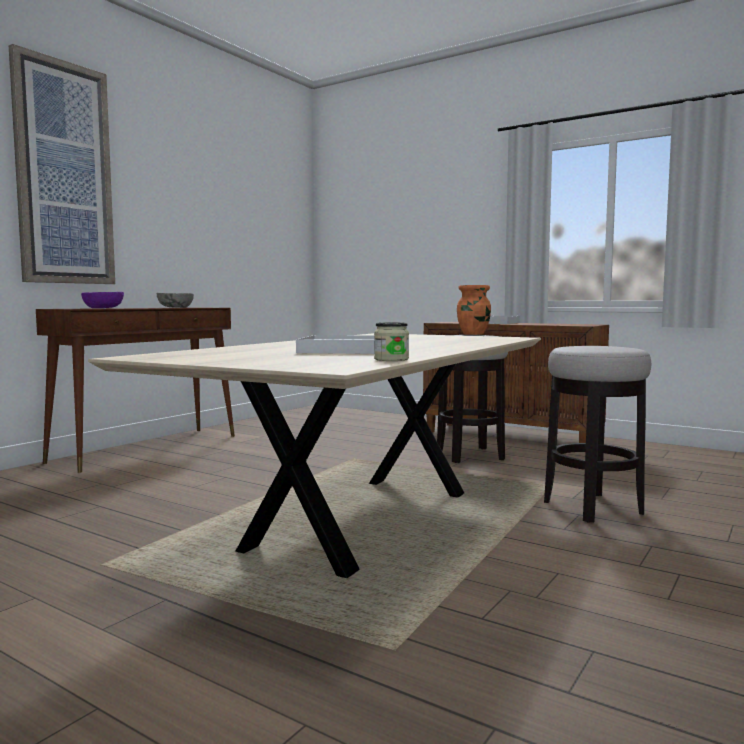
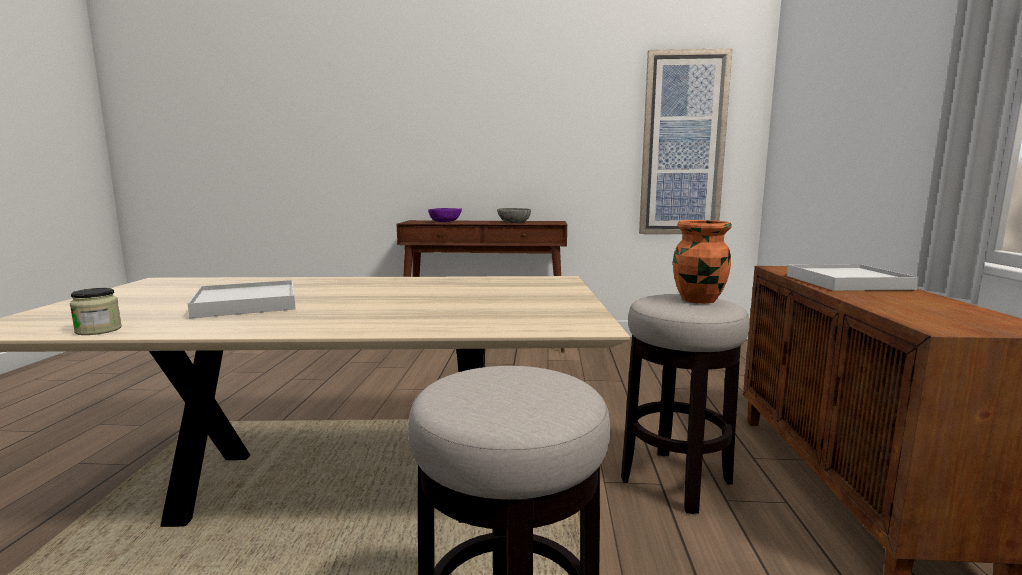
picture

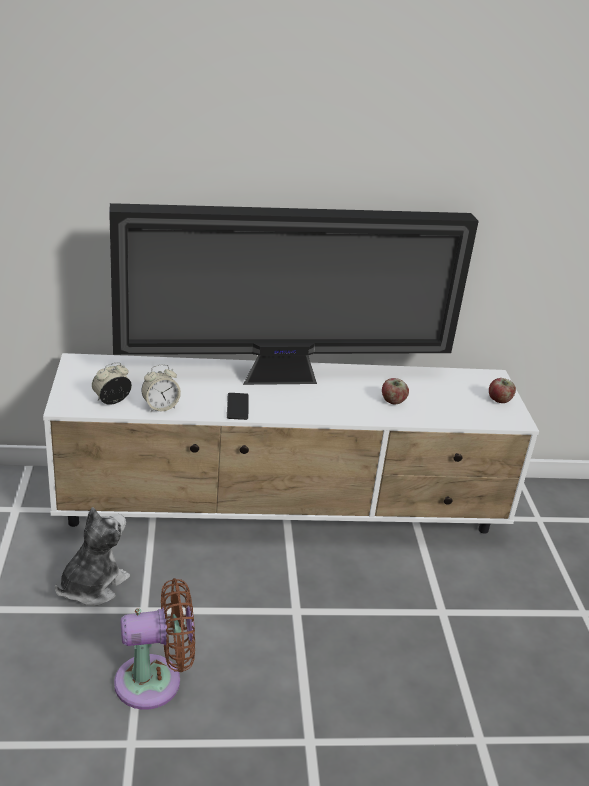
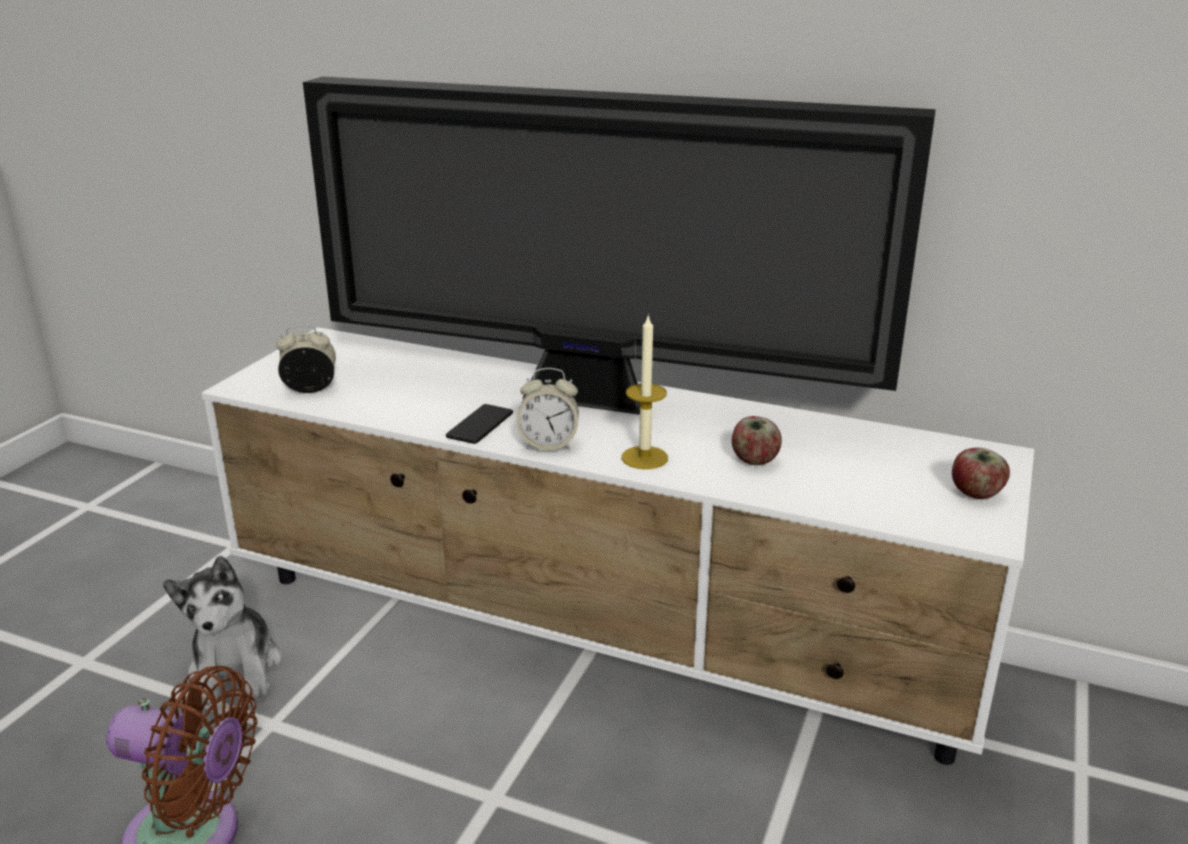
plush toy; alarm clock (no. 2 from left); candle

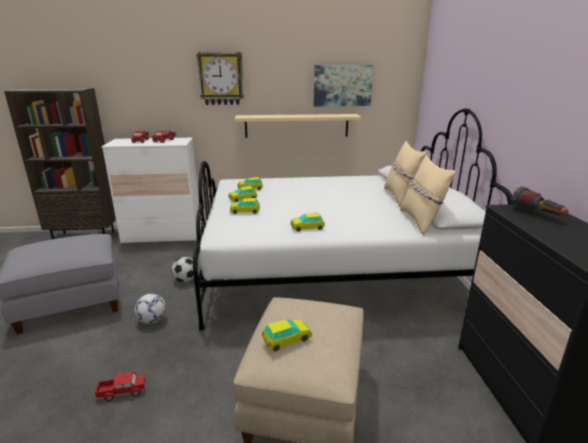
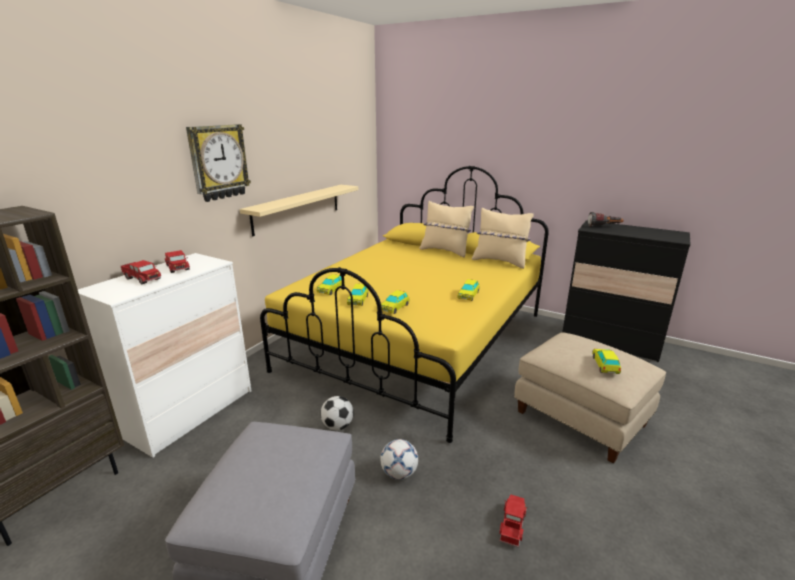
yellow bed; picture

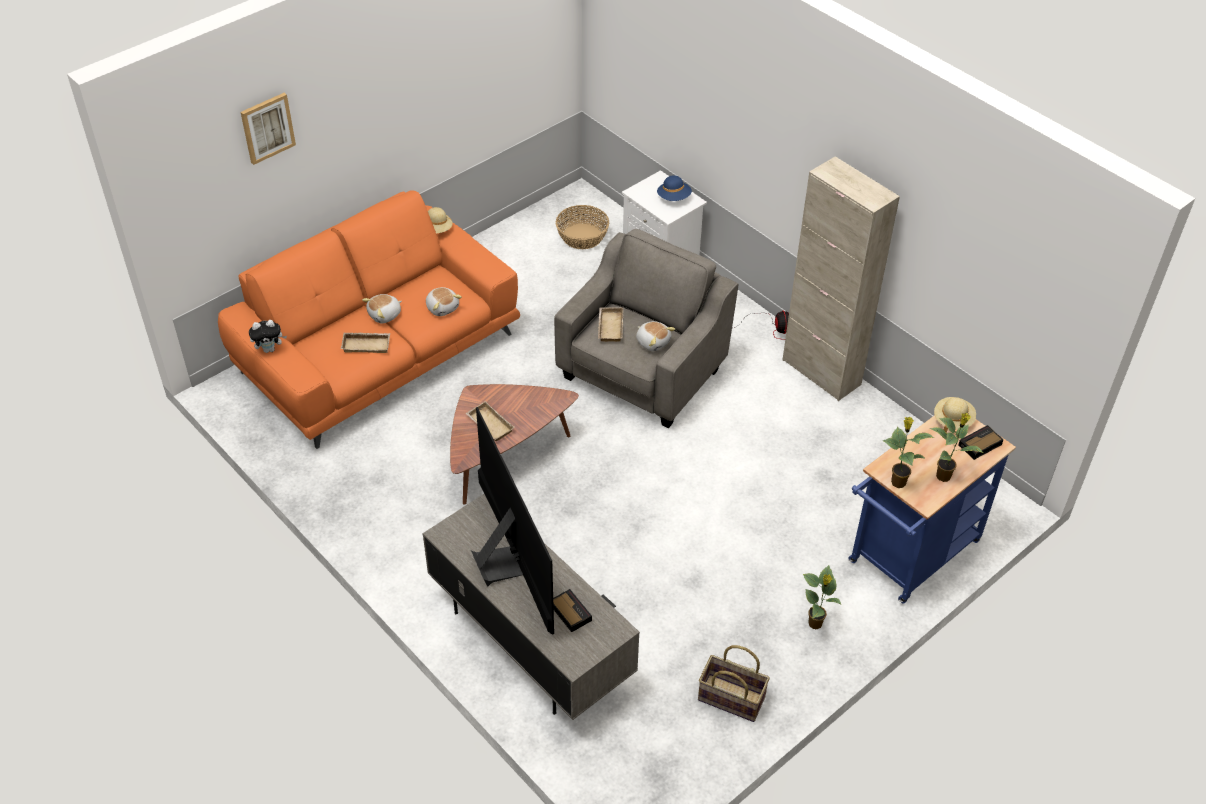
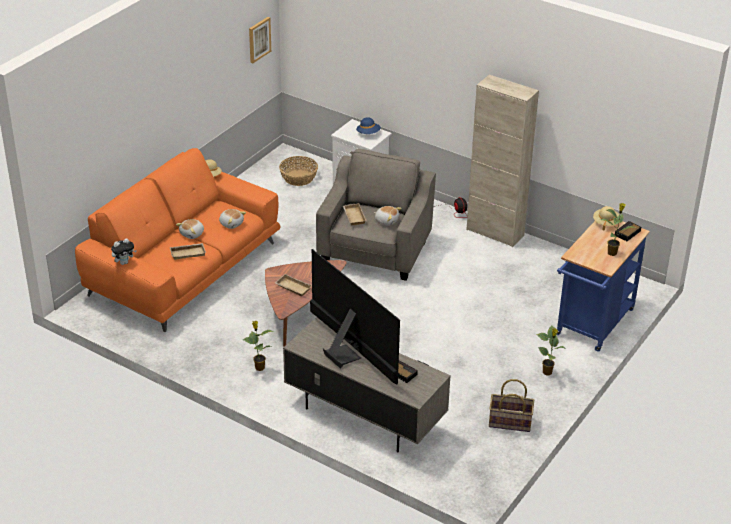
picture; potted plant (no. 1 from left)

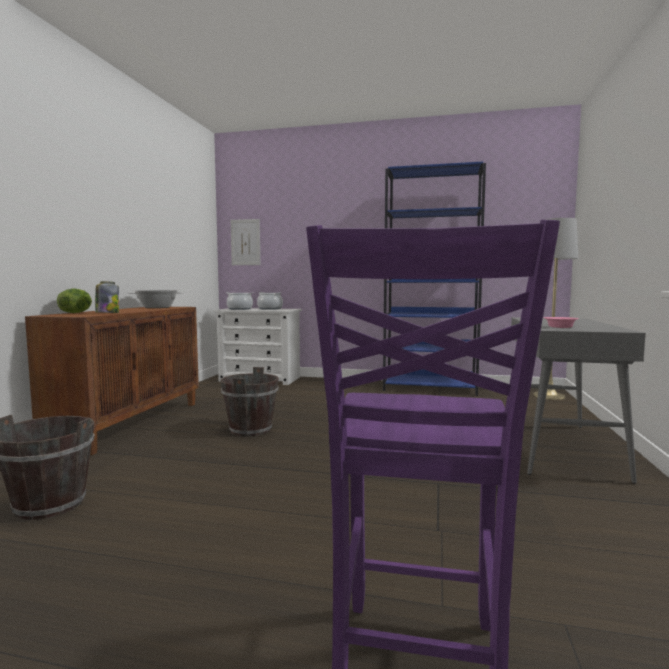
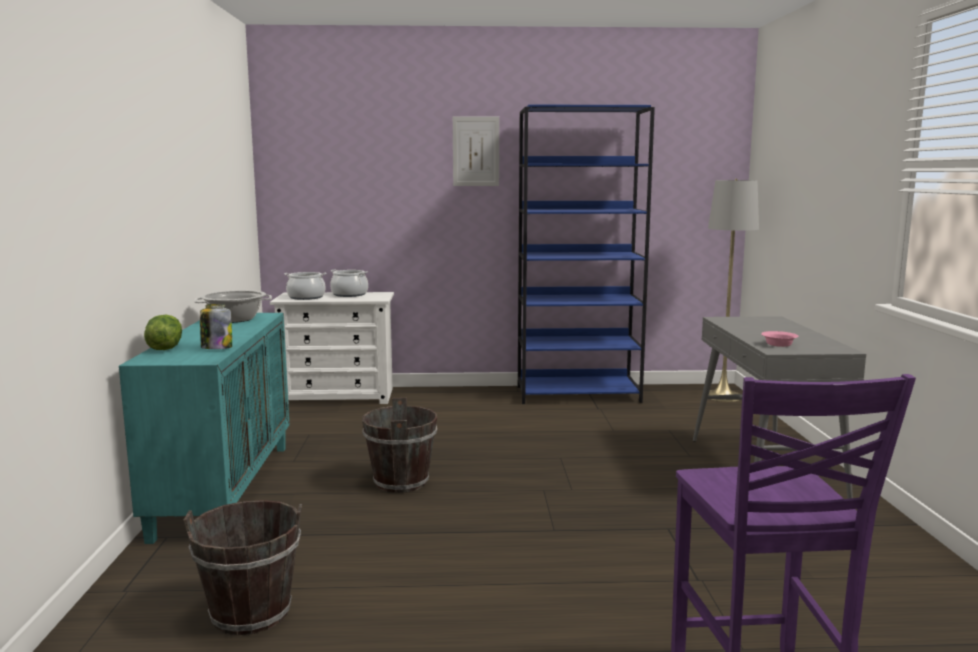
turquoise cabinet; picture

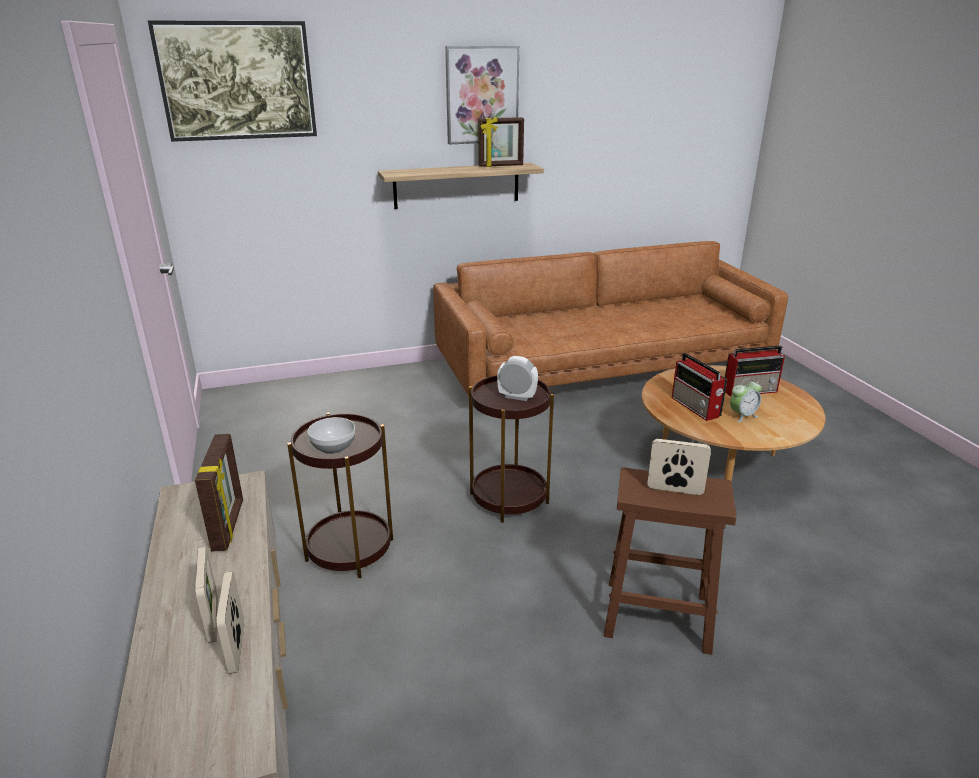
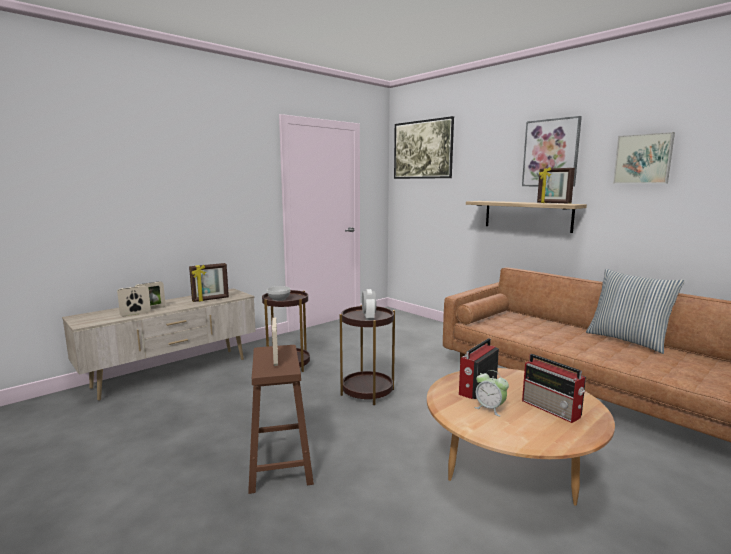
pillow; picture (no. 3 from left)

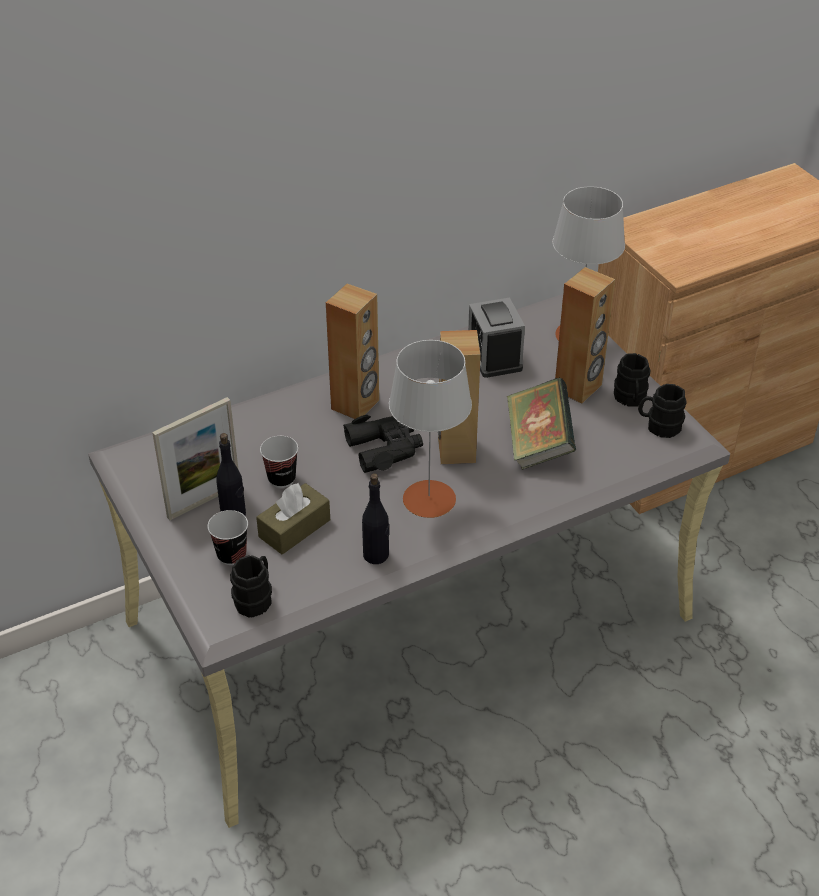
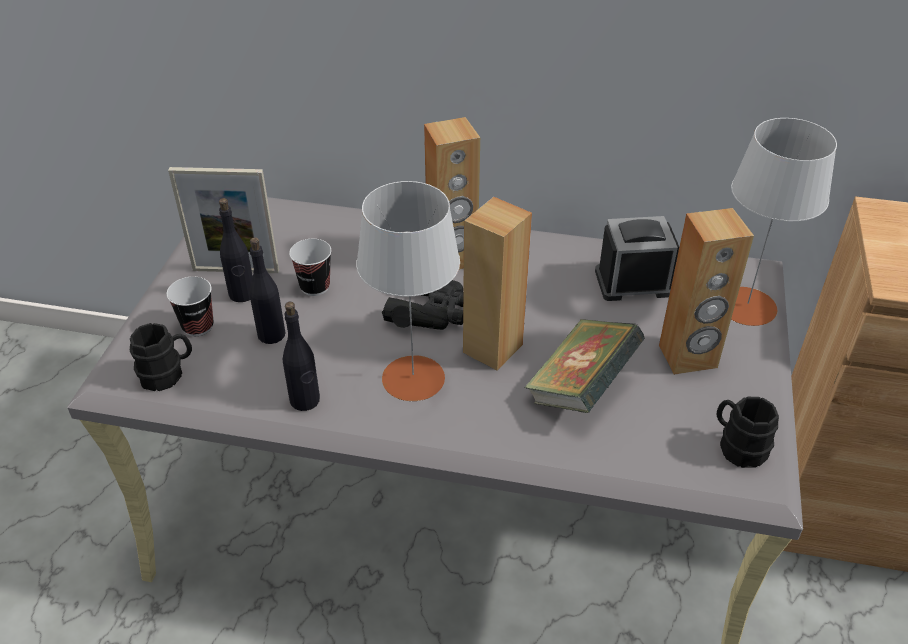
black bottle (no. 2 from left); alarm clock; black mug (no. 2 from left in the first image)

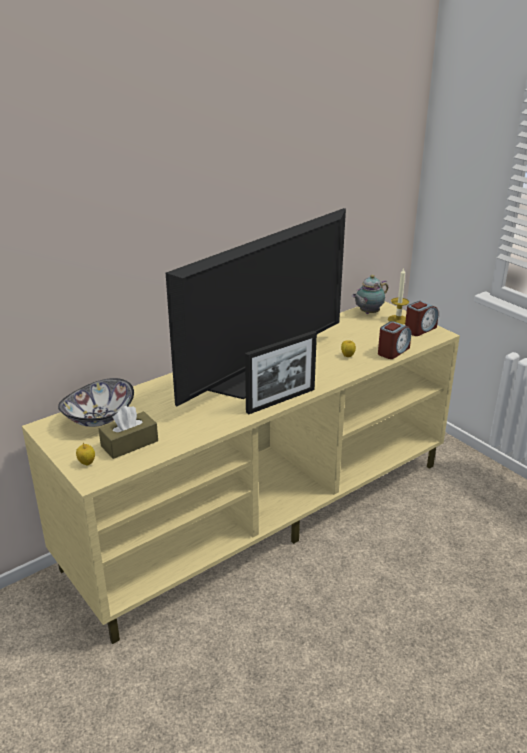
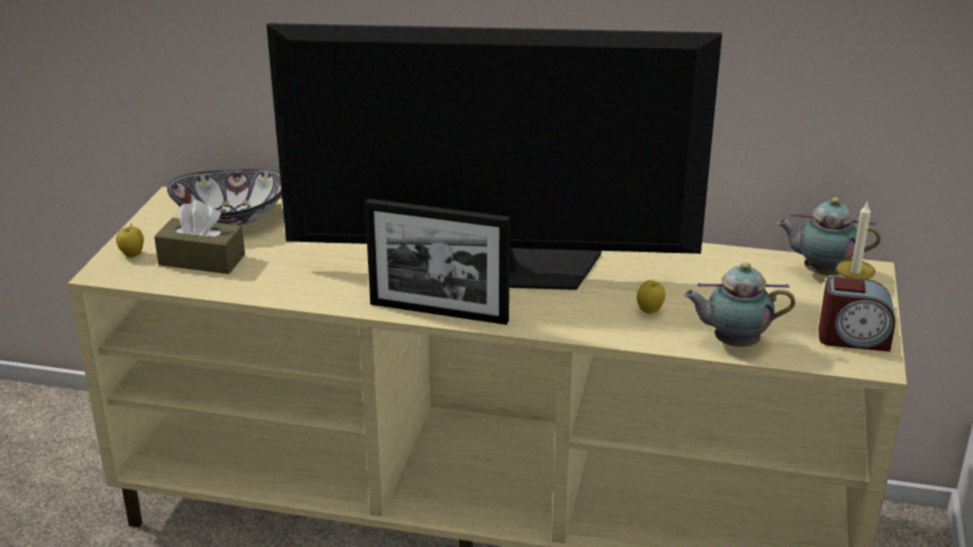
teapot (no. 1 from left)

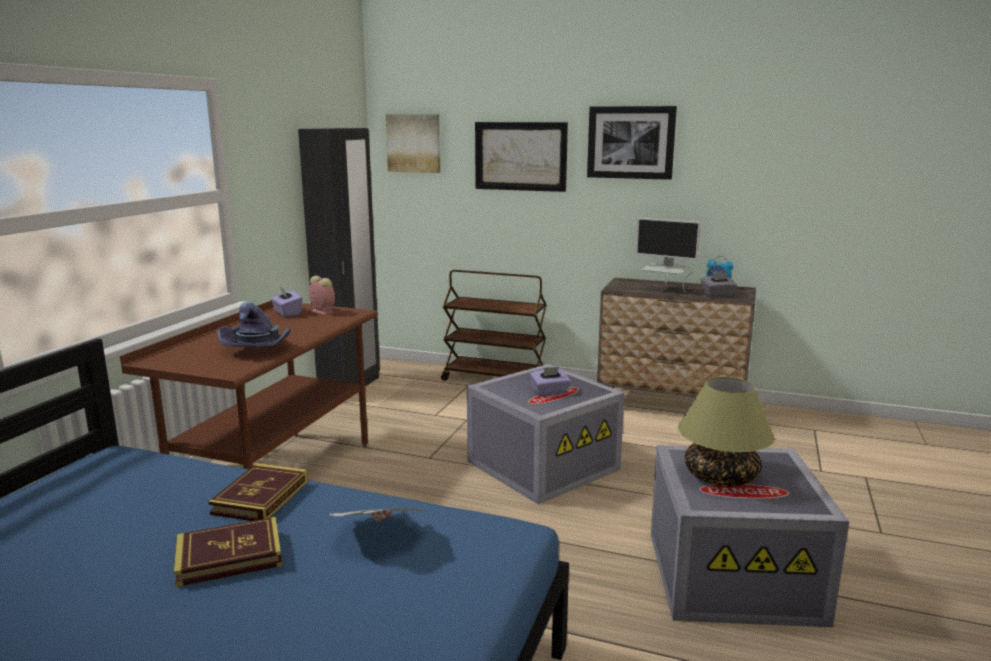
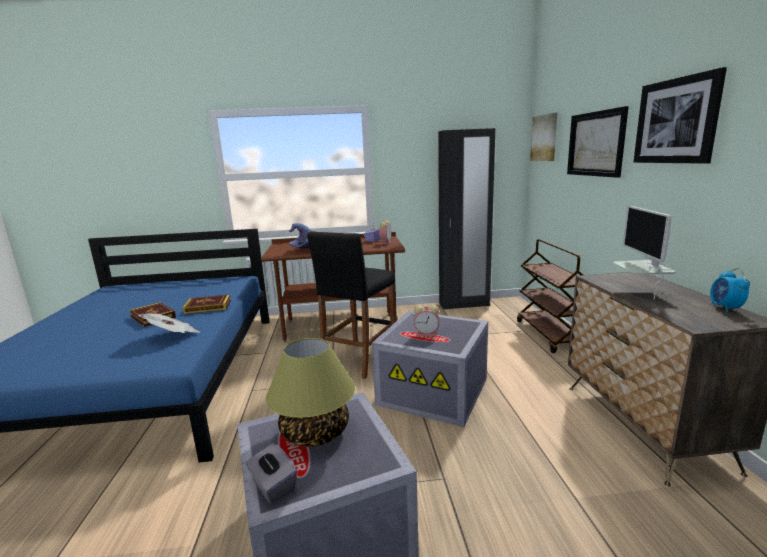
alarm clock (no. 2 from left); grey tissue box; black stool

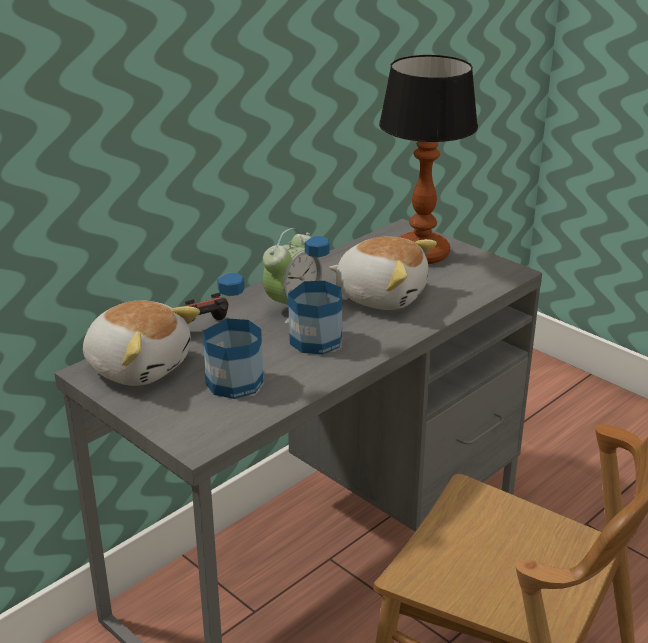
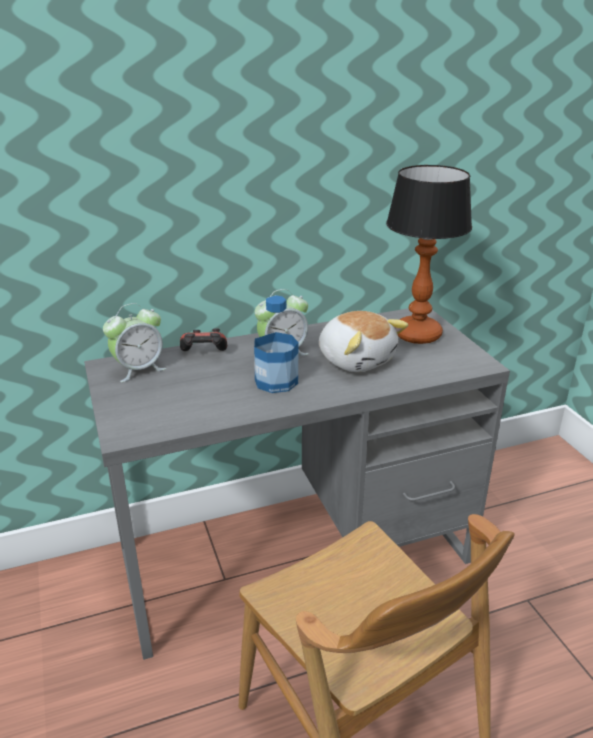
alarm clock (no. 1 from left); bottle (no. 1 from left in the first image)

